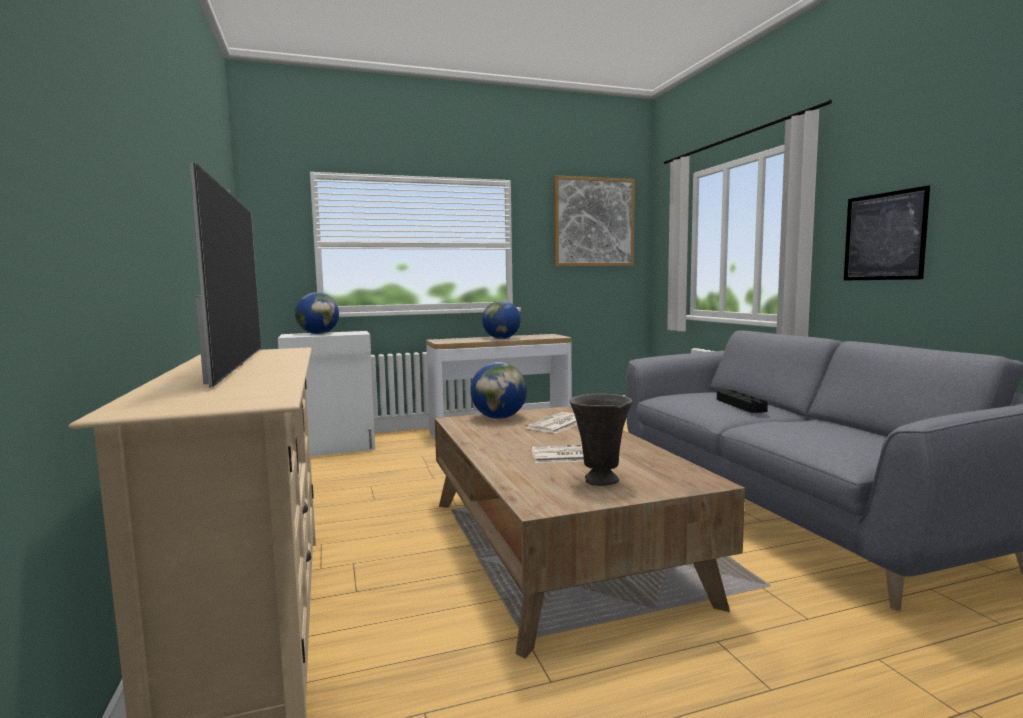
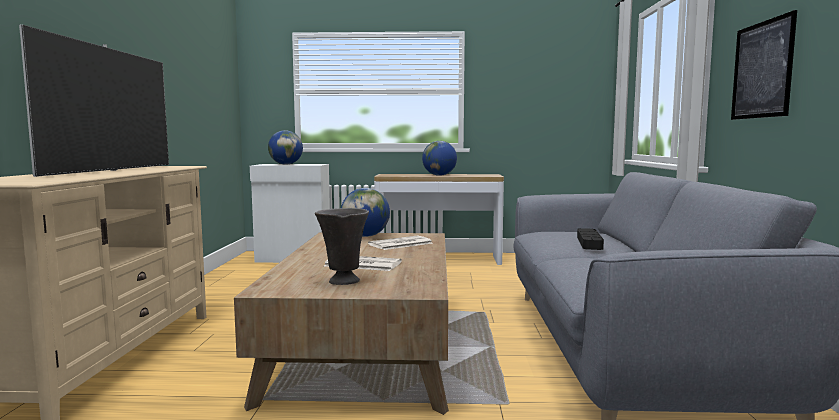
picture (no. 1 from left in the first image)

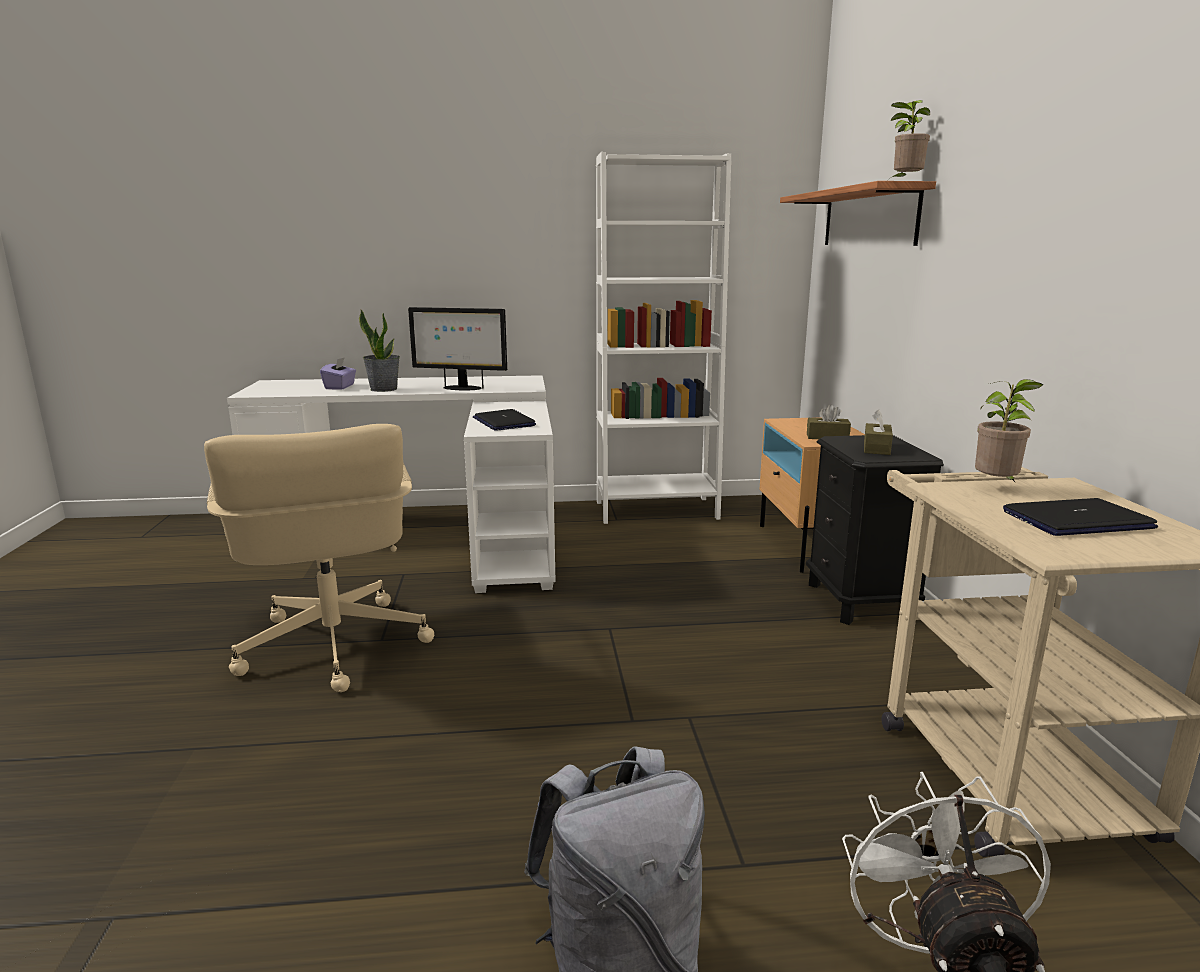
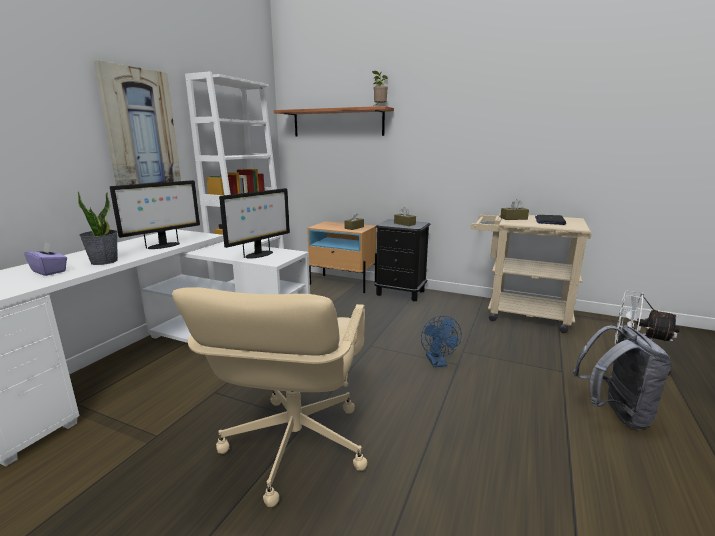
beige office chair; monitor (no. 2 from left); brown tissue box (no. 3 from left); picture; blue fan

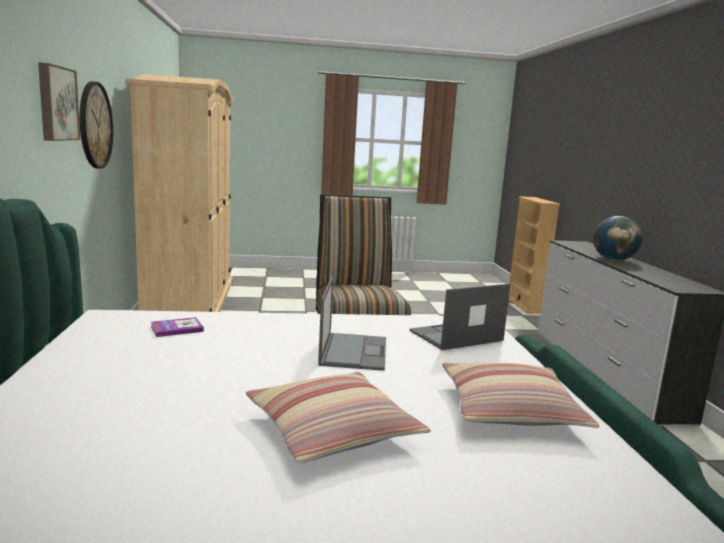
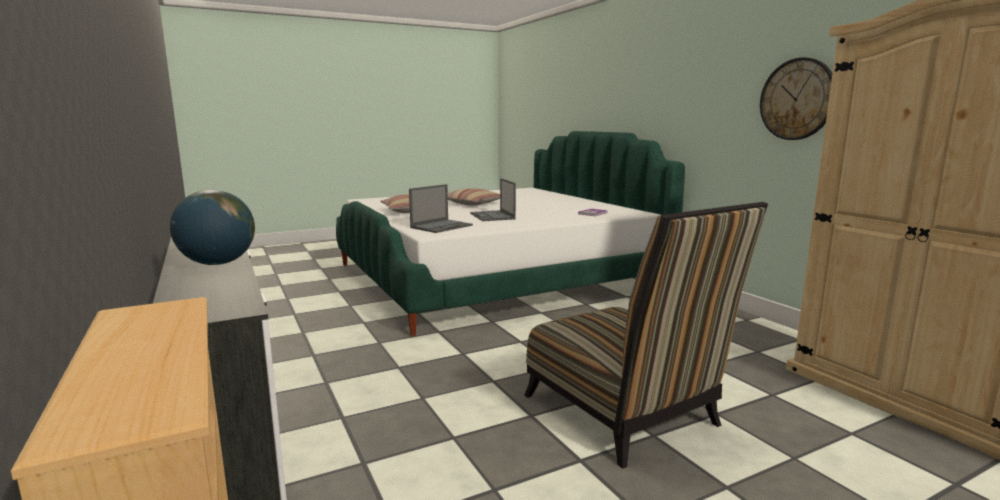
picture

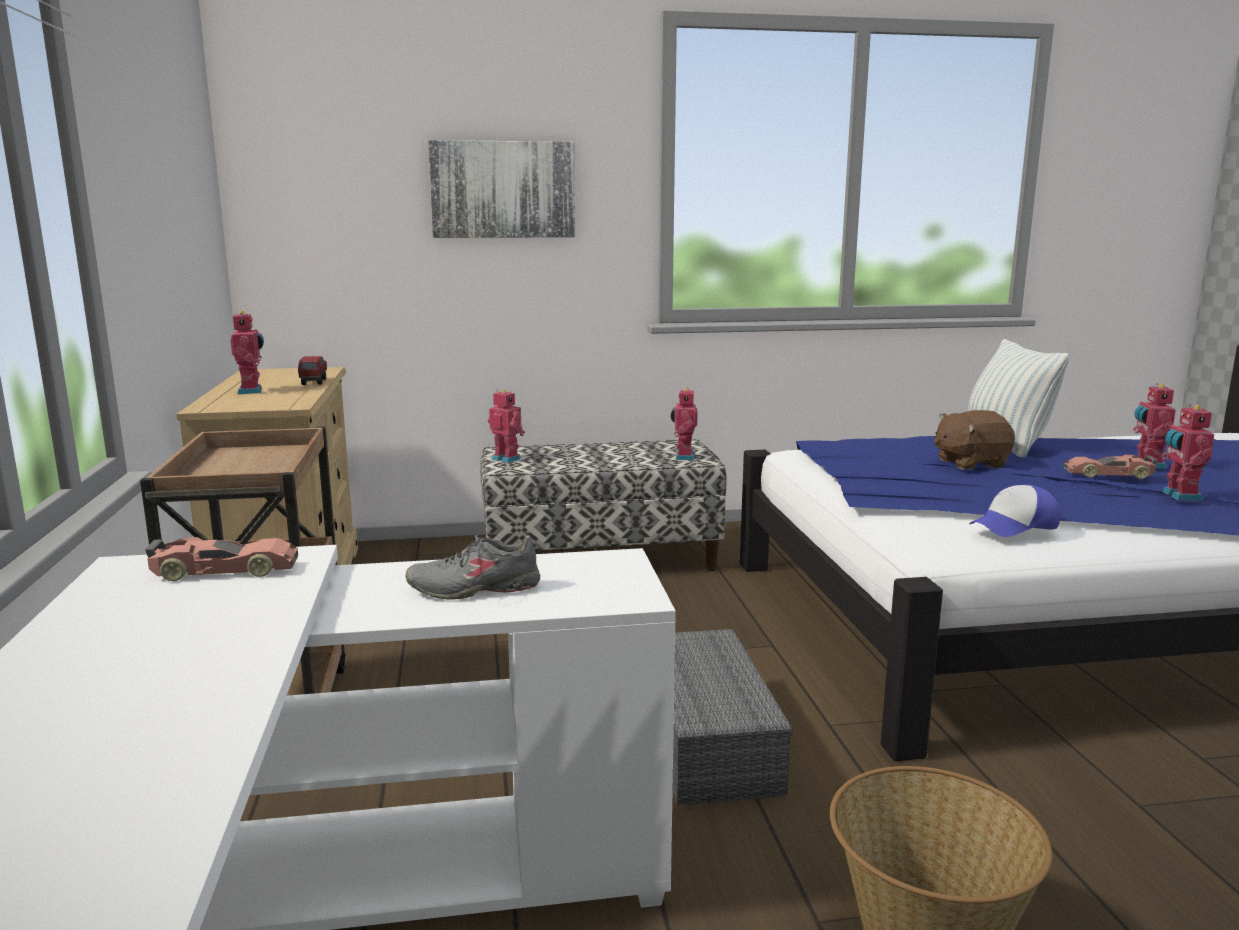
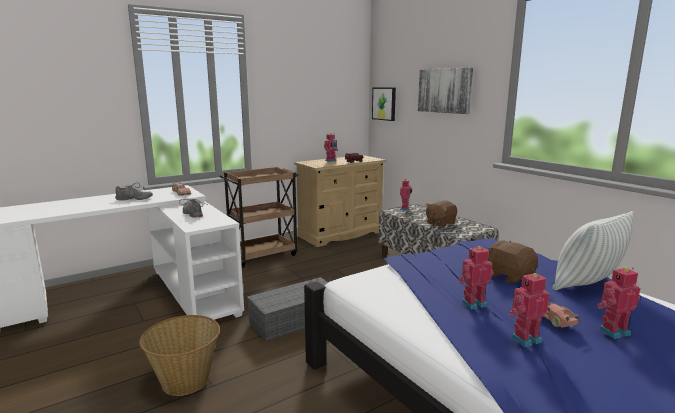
toy robot (no. 3 from left); cap; grey shoe (no. 1 from left); picture (no. 1 from left); brown plush toy (no. 1 from left)

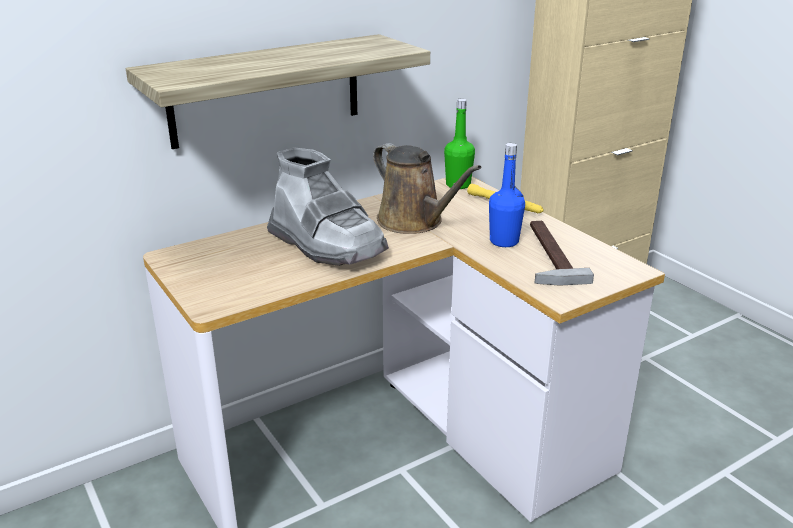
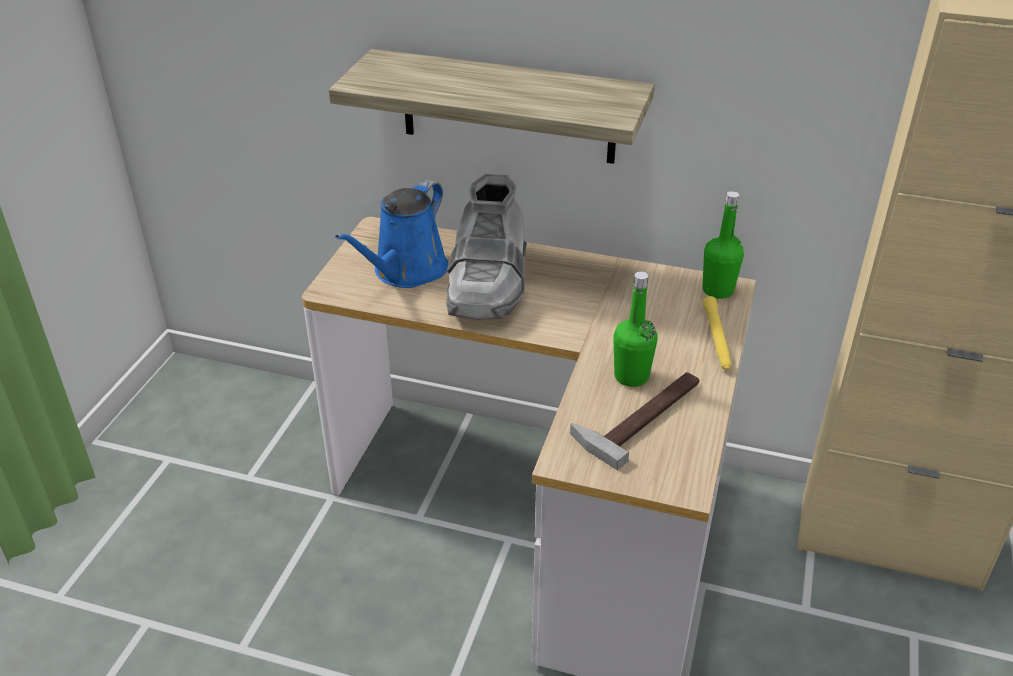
brown watering can; green bottle (no. 1 from left); blue watering can

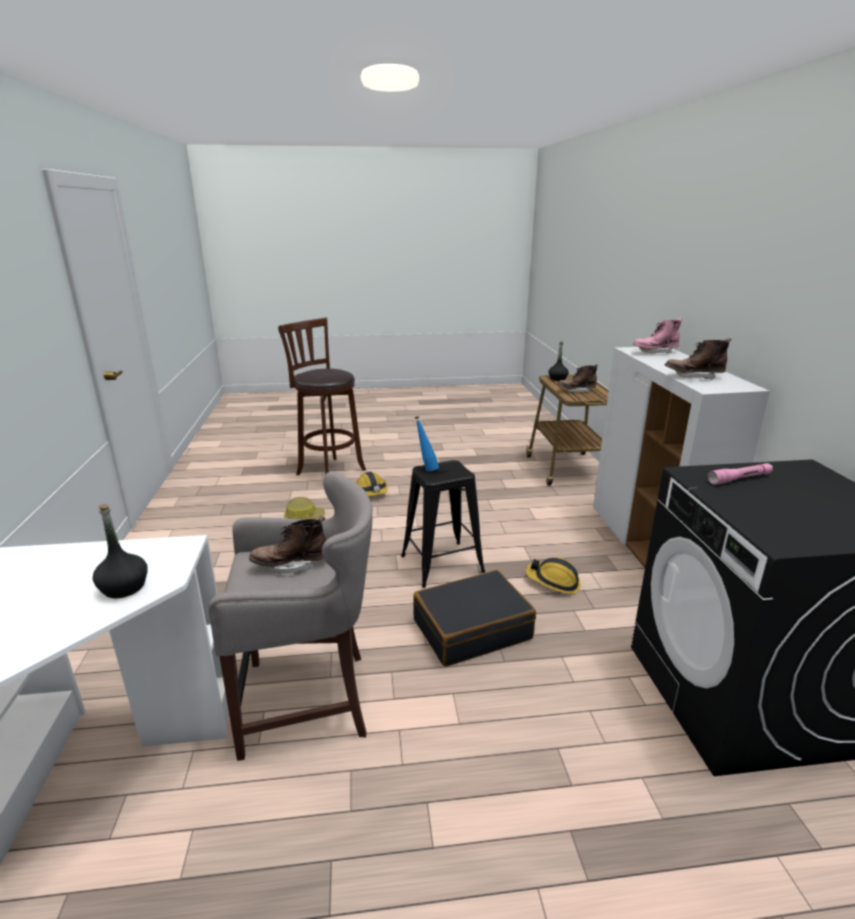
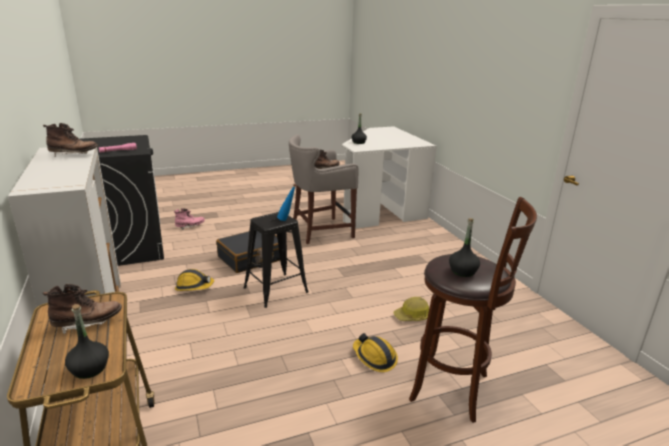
pink boot; black bottle (no. 3 from left)

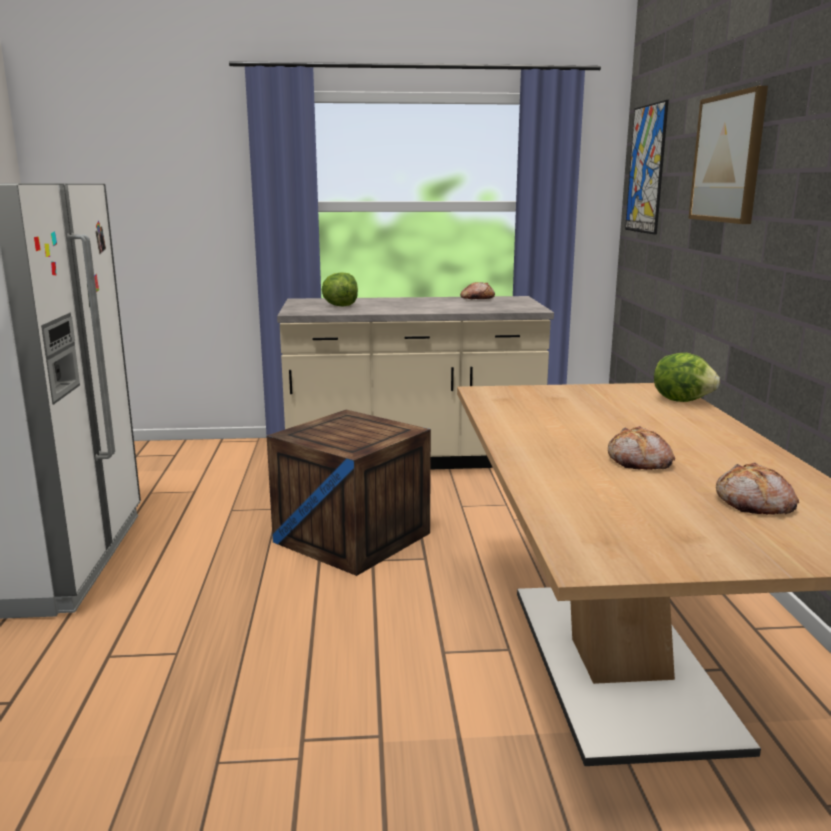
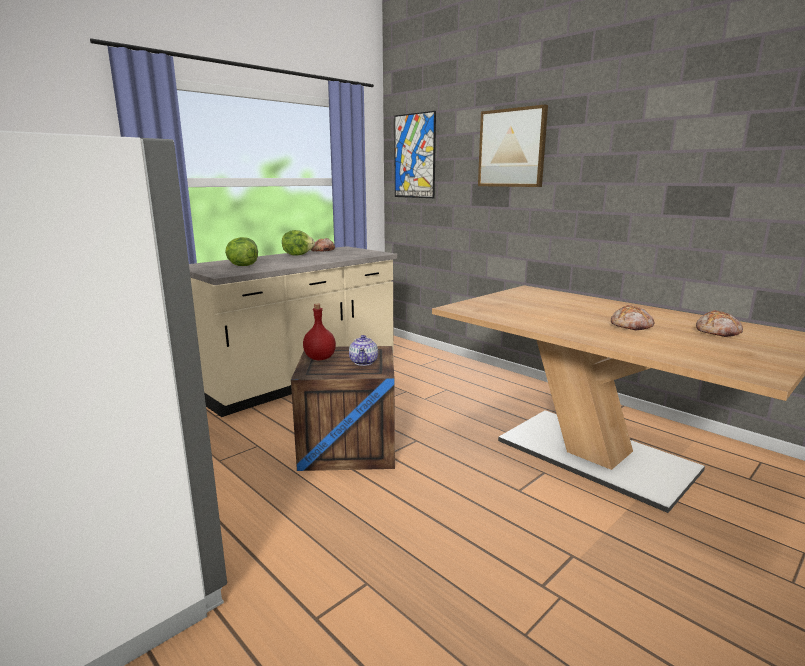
lettuce (no. 2 from left); red bottle; teapot

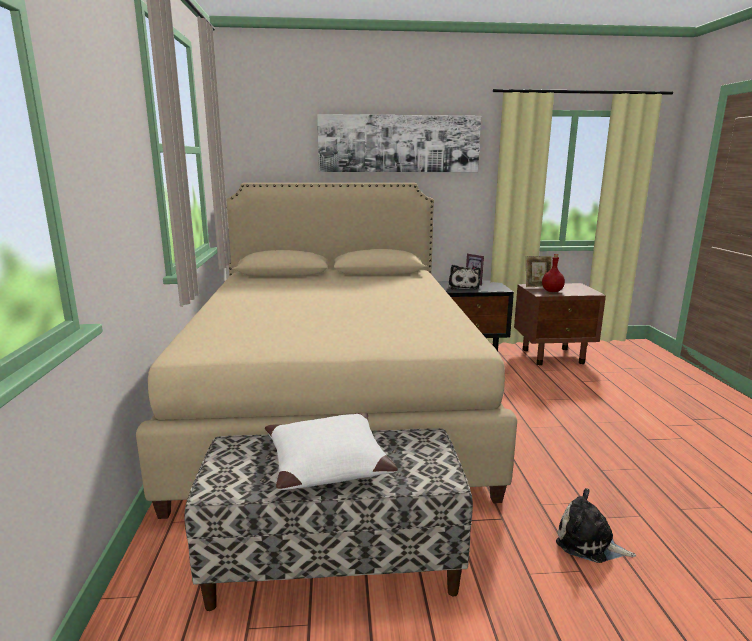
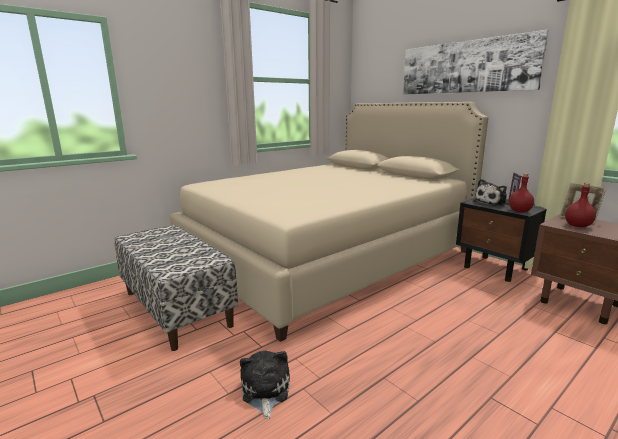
white pillow; red bottle (no. 1 from left)

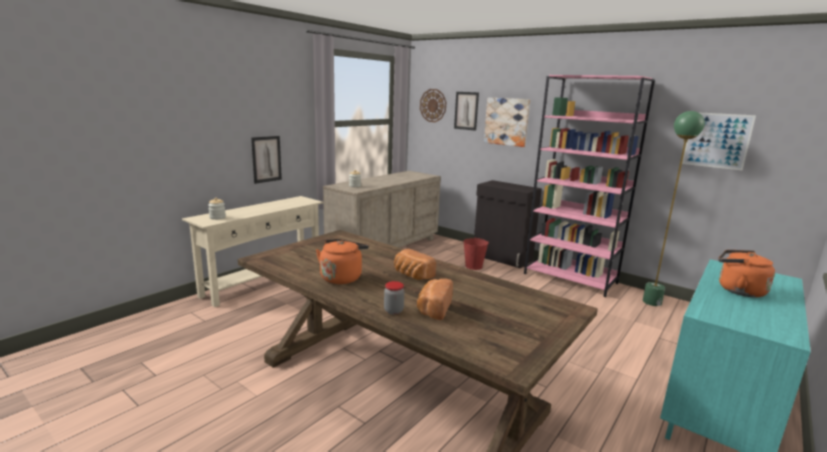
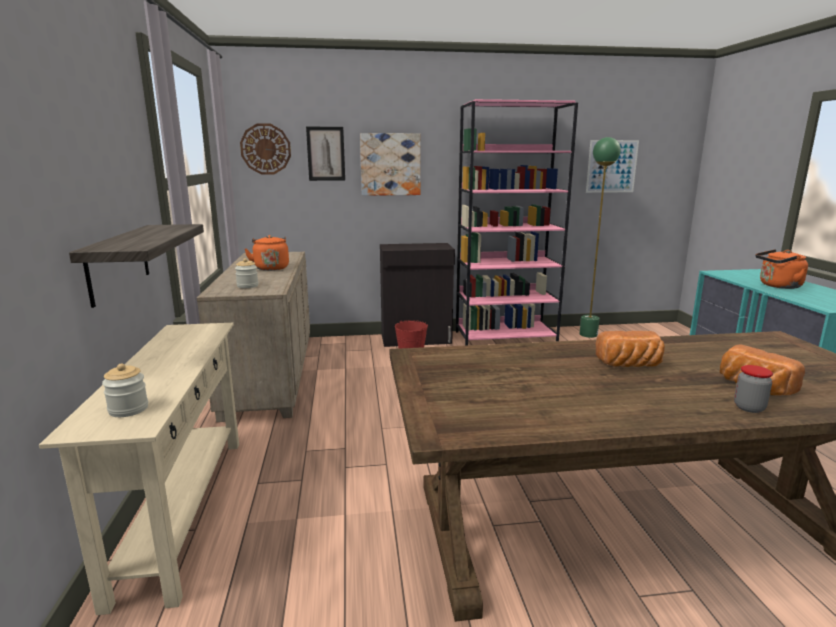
shelf; orange kettle (no. 1 from left)

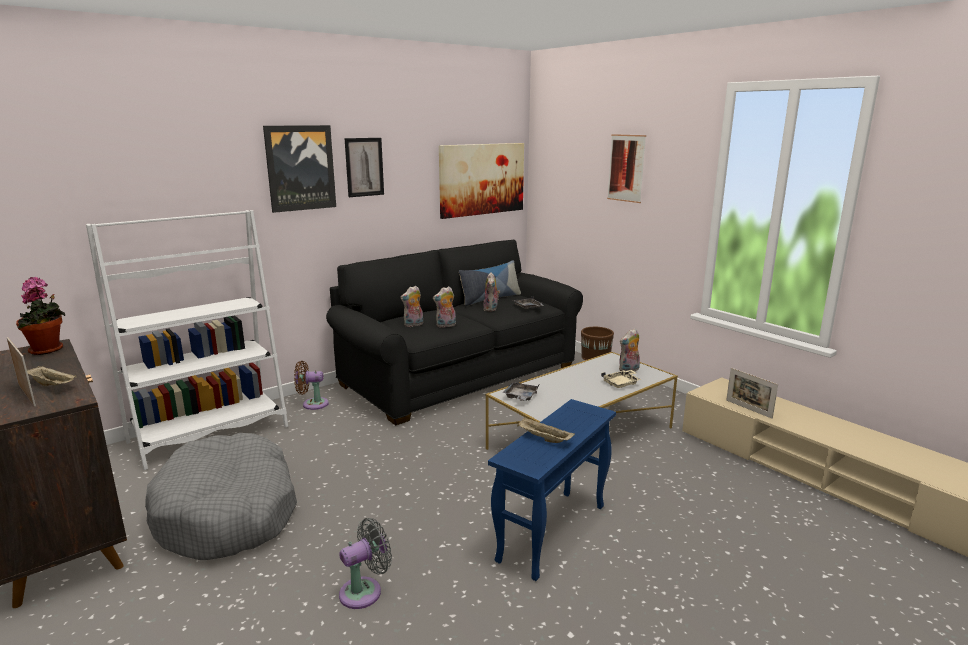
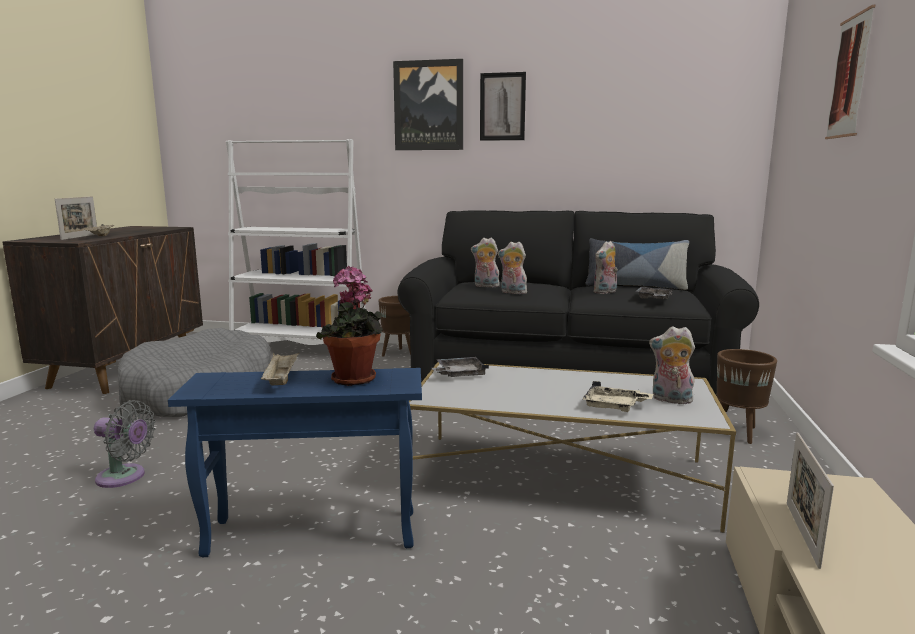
potted plant; brown planter (no. 1 from left); picture (no. 3 from left in the first image)

